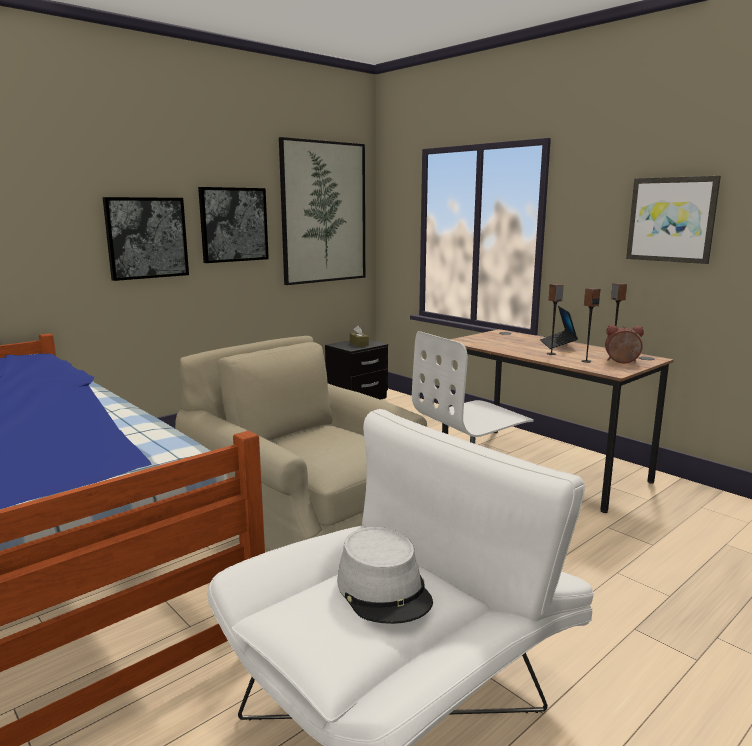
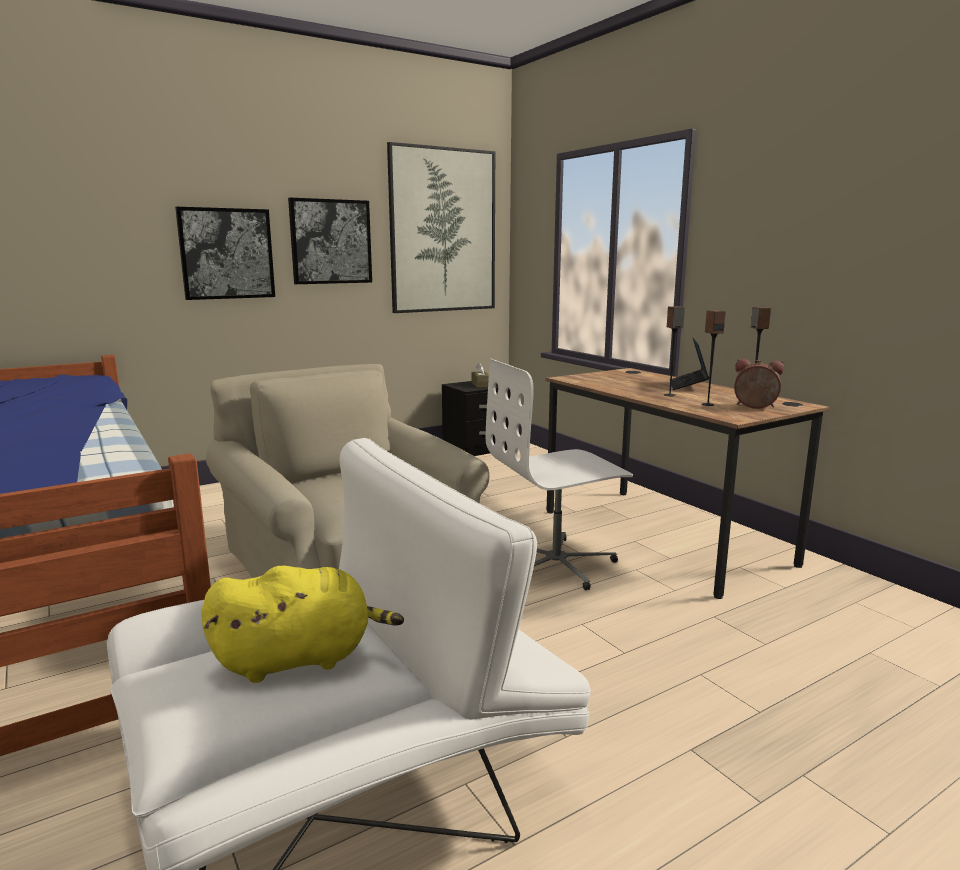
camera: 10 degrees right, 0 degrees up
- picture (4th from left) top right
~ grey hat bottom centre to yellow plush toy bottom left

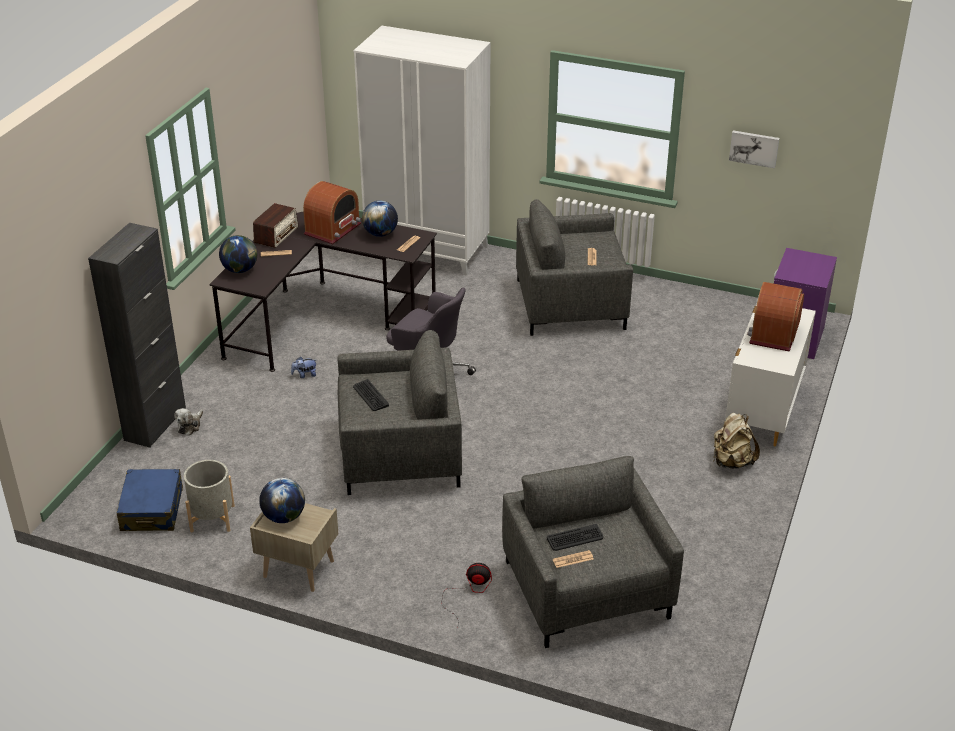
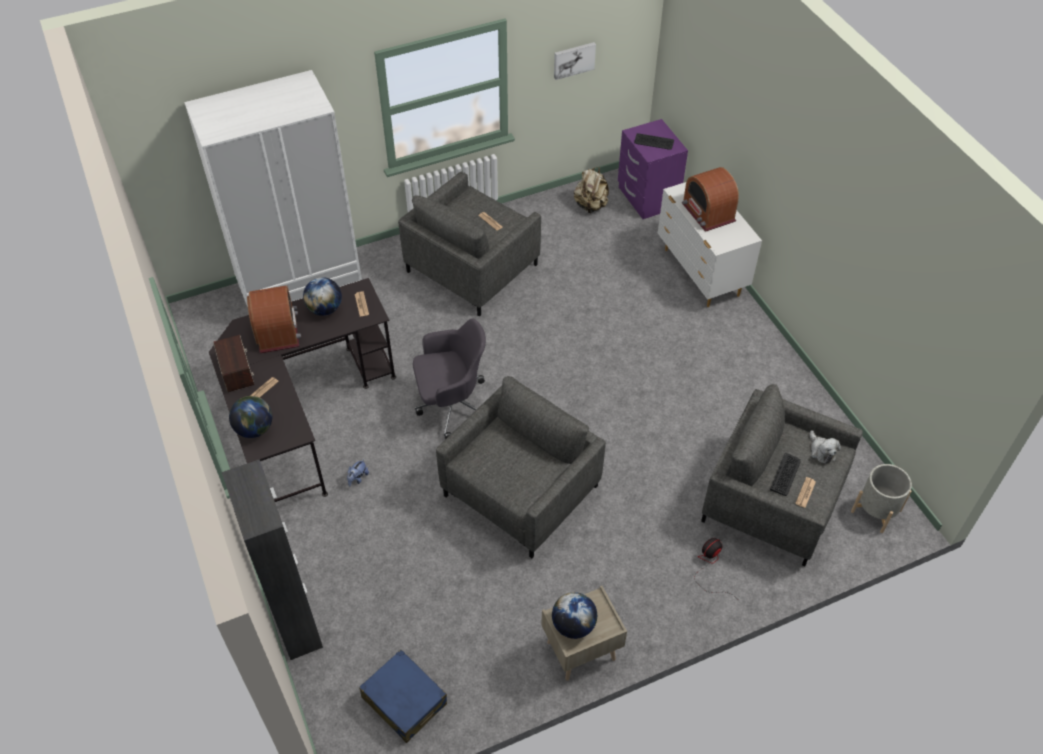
camera: 45 degrees left, 15 degrees up
~ plush toy (1st from left in the first image) middle left to plush toy (2nd from left) middle right
~ grey planter bottom left to middle right
~ keyboard (1st from left) centre to top centre
~ beige backpack middle right to top centre

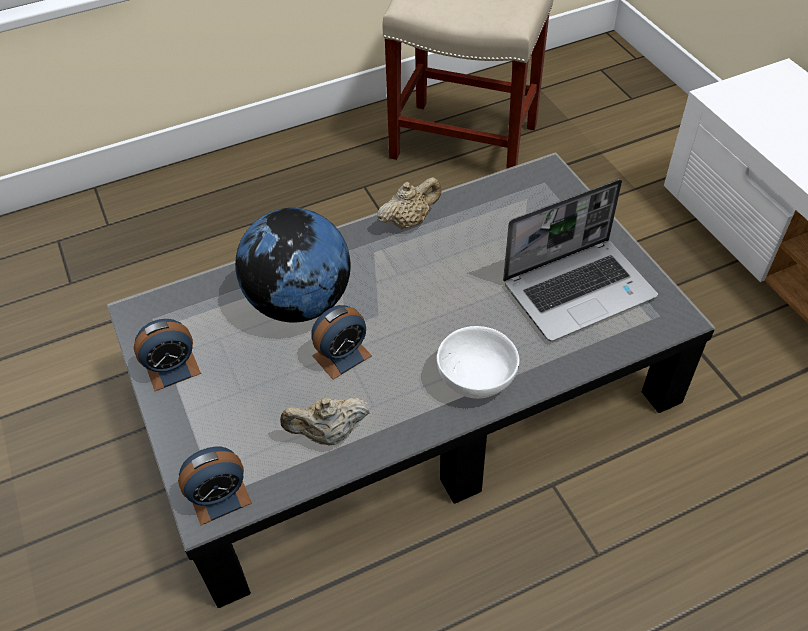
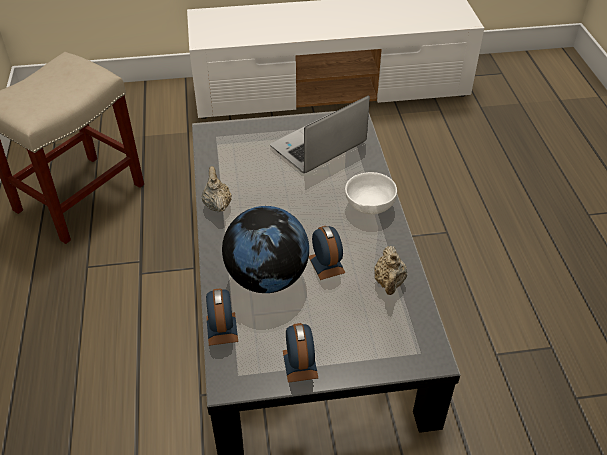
camera: 75 degrees left, 5 degrees down
~ alarm clock (2nd from left in the first image) bottom left to alarm clock (1st from left) bottom centre
~ laptop middle right = top centre 120 degrees counterclockwise

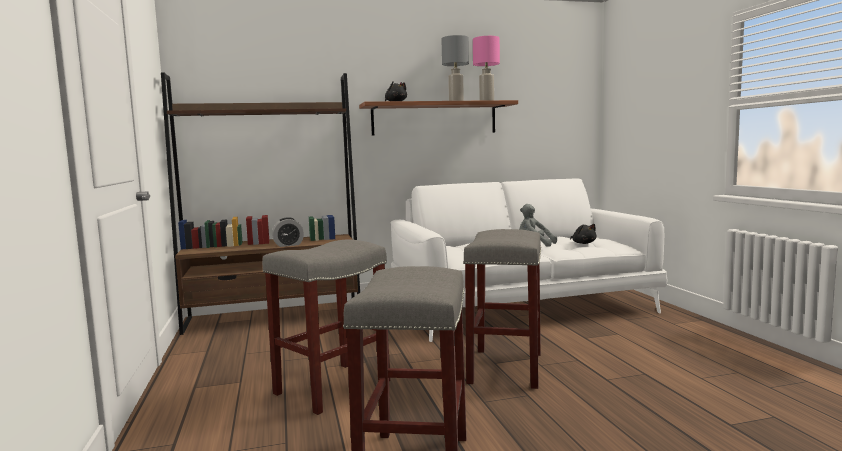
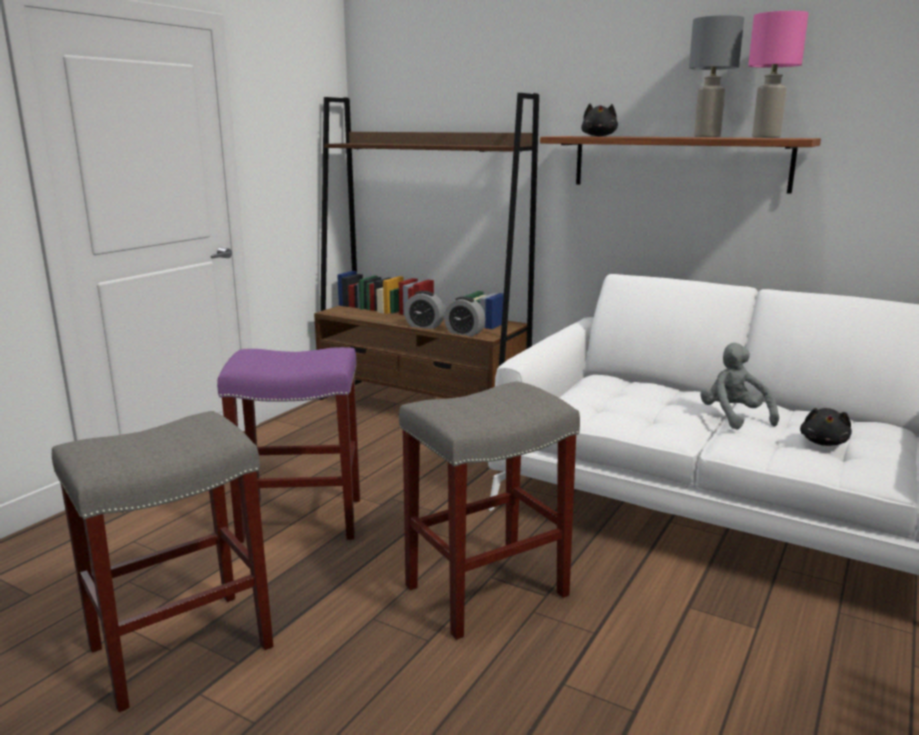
camera: 45 degrees right, 10 degrees up
+ alarm clock (2nd from left) centre
~ grey stool (1st from left) bottom centre to purple stool middle left

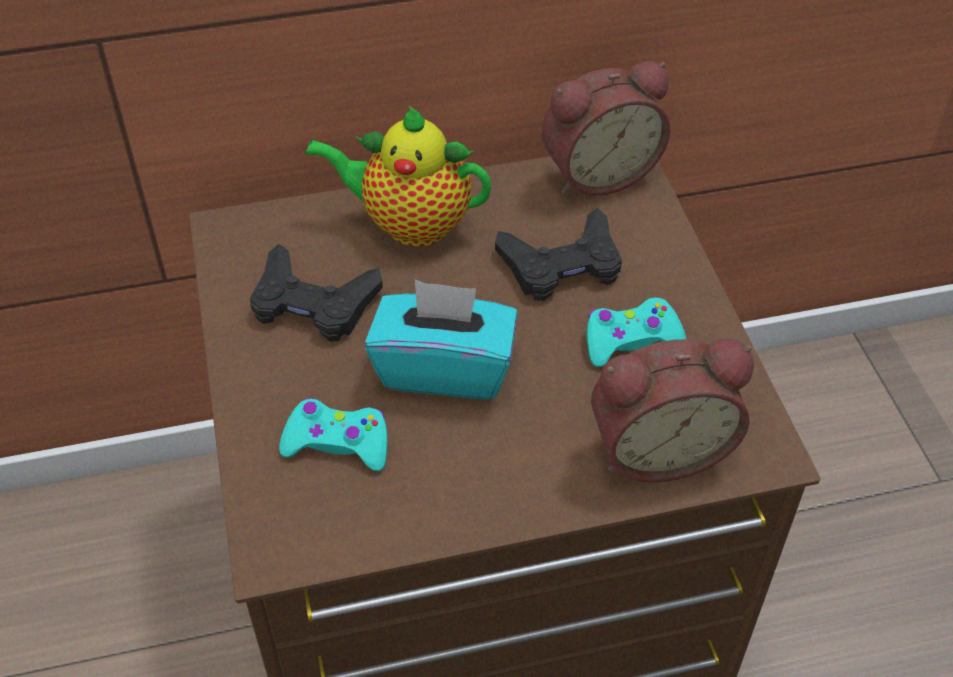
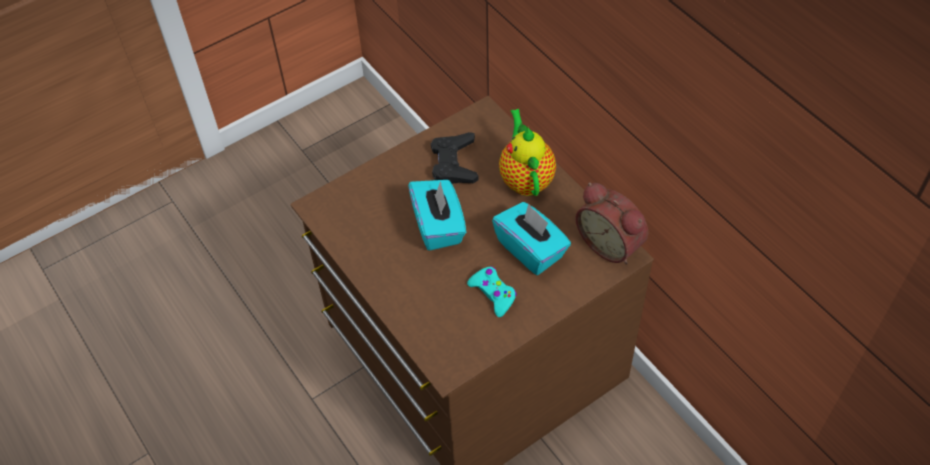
camera: 70 degrees right, 5 degrees up
- turquoise game controller (1st from left) centre
- alarm clock (2nd from left) middle right
~ black game controller (2nd from left) centre to turquoise tissue box (2nd from left) centre

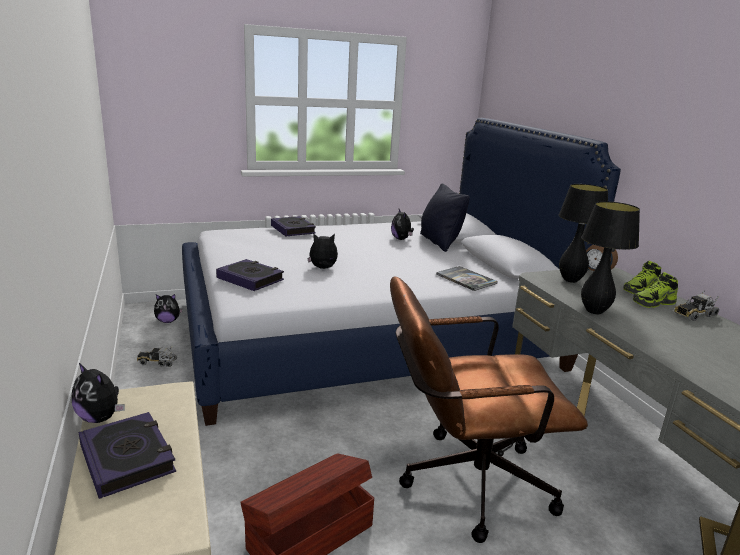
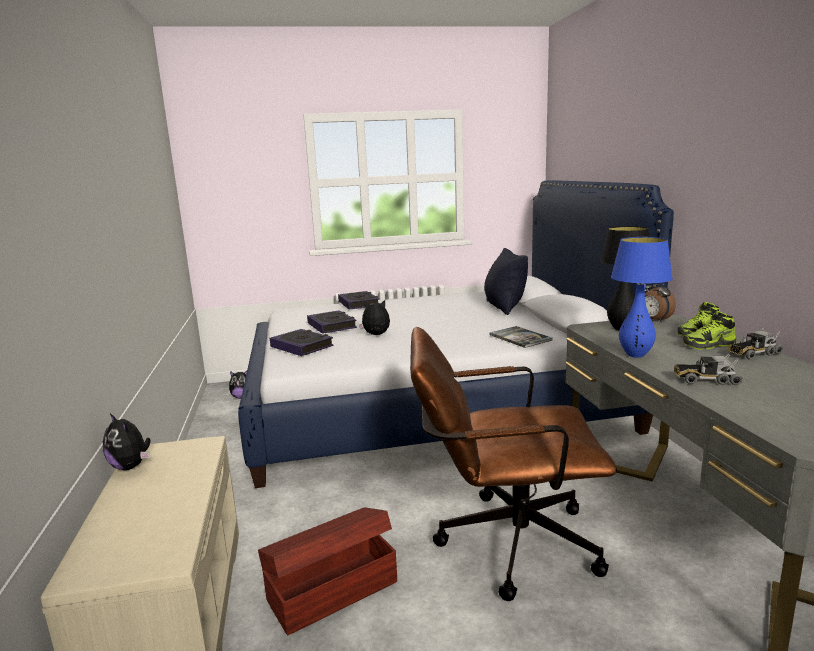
camera: 10 degrees right, 5 degrees down
- plush toy (4th from left) centre
~ book (1st from left in the first image) bottom left to book (2nd from left) centre
~ toy truck (1st from left) middle left to middle right
~ black table lamp (2nd from left) middle right to blue table lamp middle right

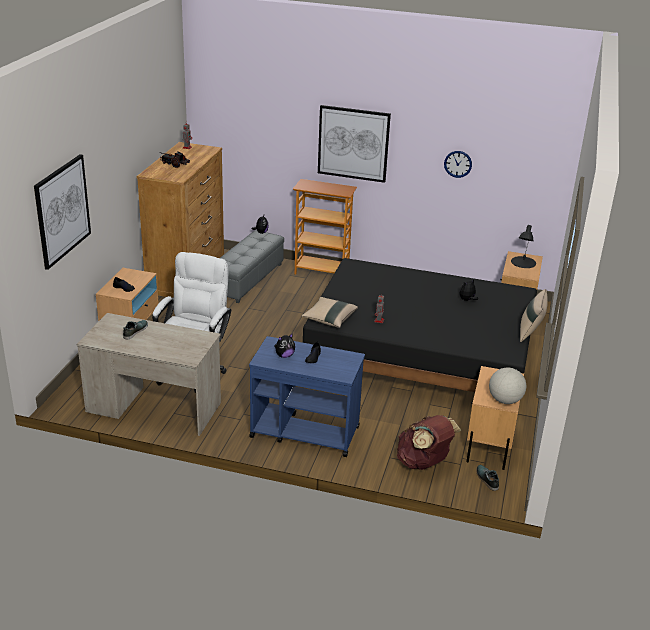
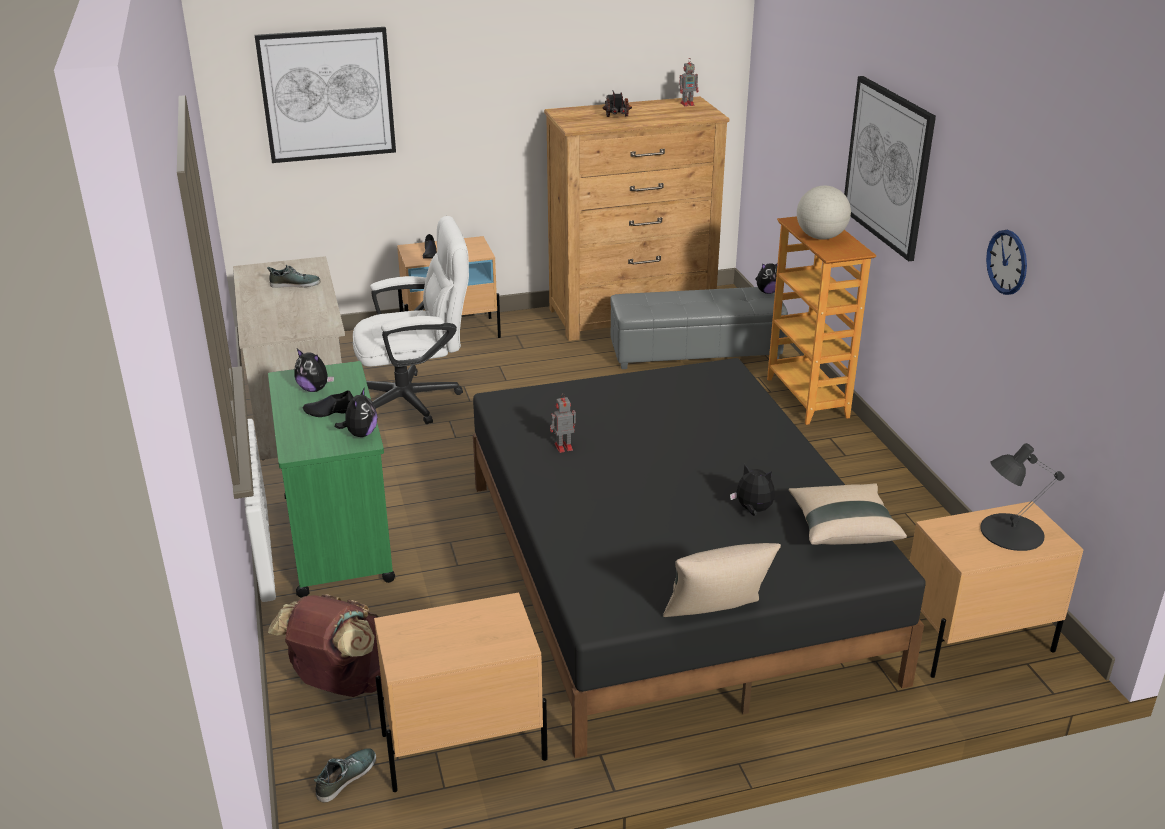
camera: 60 degrees right, 0 degrees up
+ plush toy (2nd from left) middle left
~ beige pillow (1st from left in the first image) centre to beige pillow (2nd from left) middle right
~ globe middle right to top right
~ blue cart centre to green cart middle left

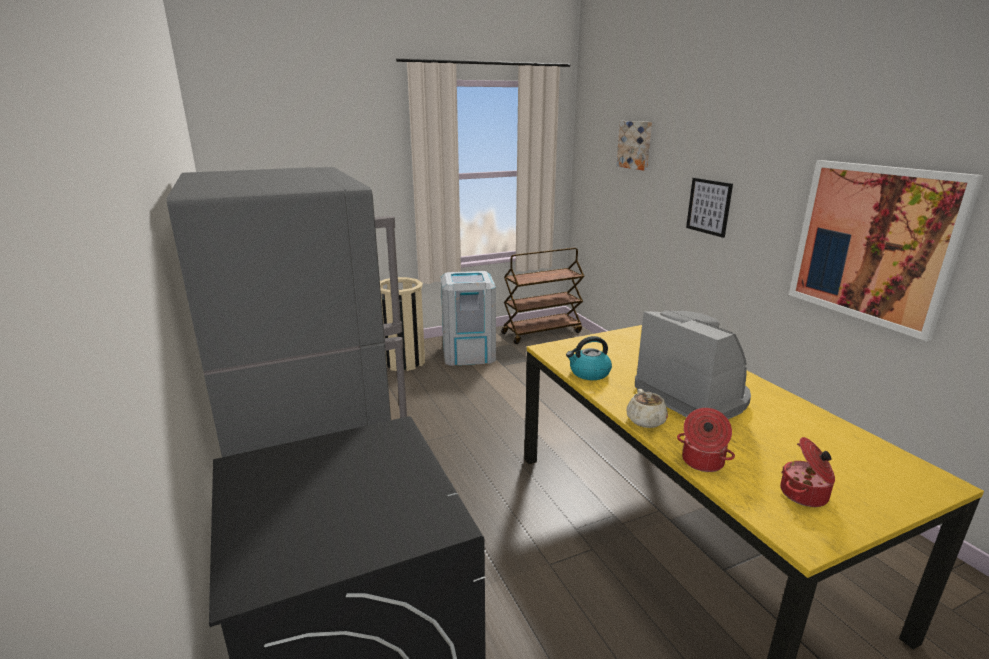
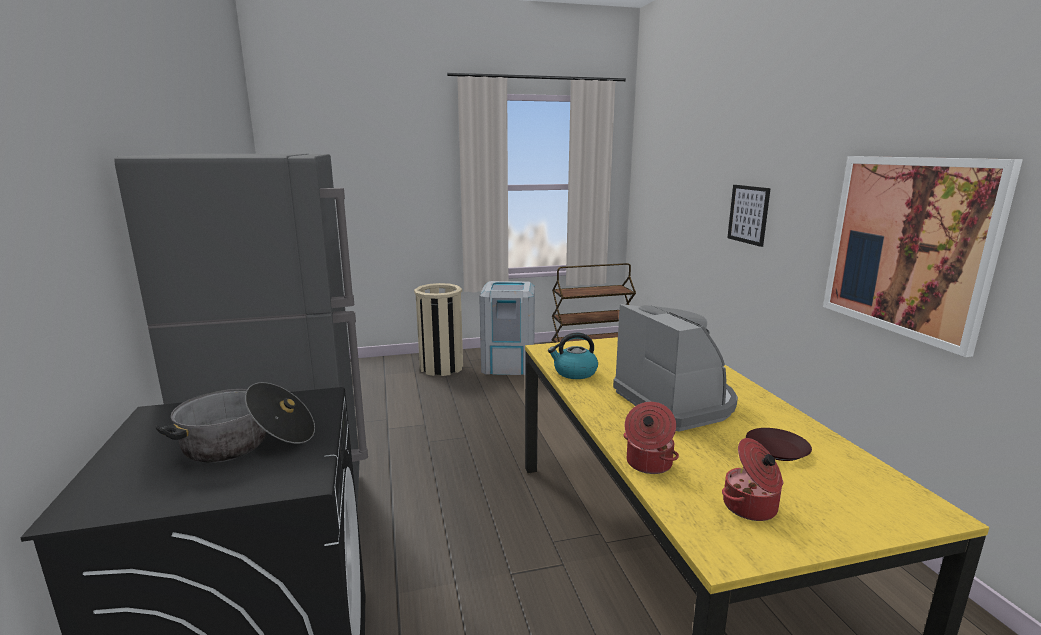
camera: 10 degrees right, 5 degrees down
- picture (1st from left) top centre
- beige teapot centre
+ cooking pot (1st from left) middle left
+ brown plate bottom right

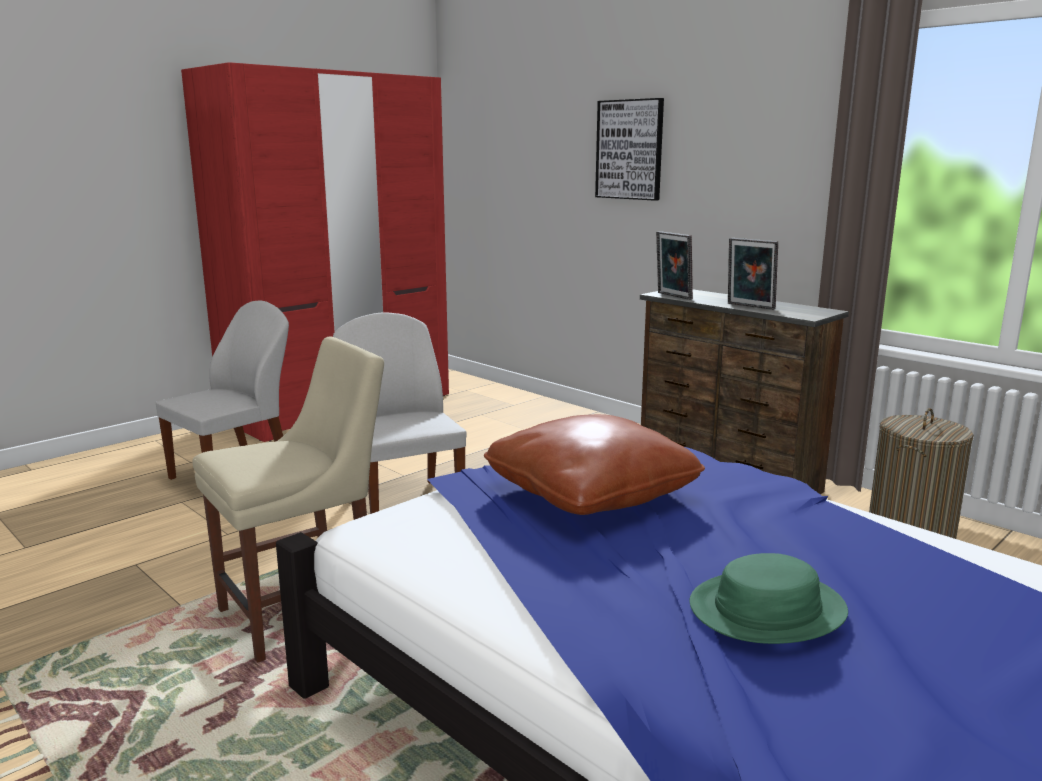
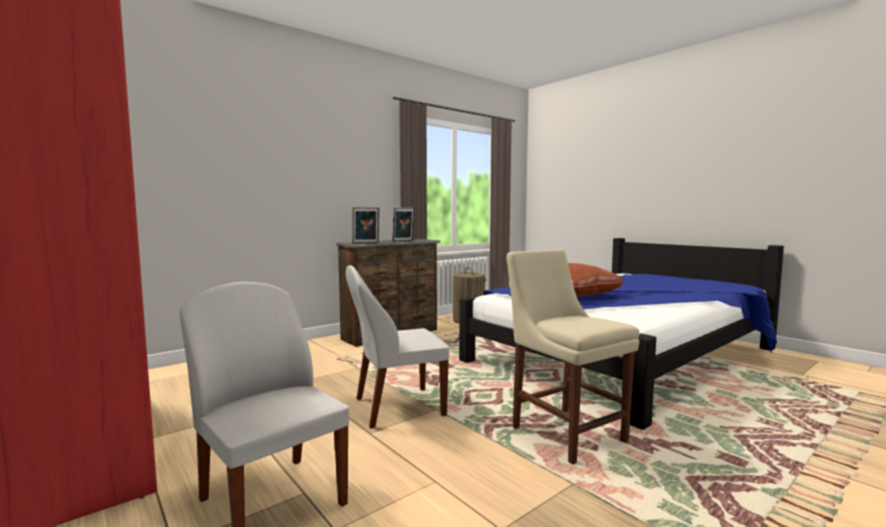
camera: 85 degrees left, 10 degrees down
- picture top centre
- green hat bottom right

